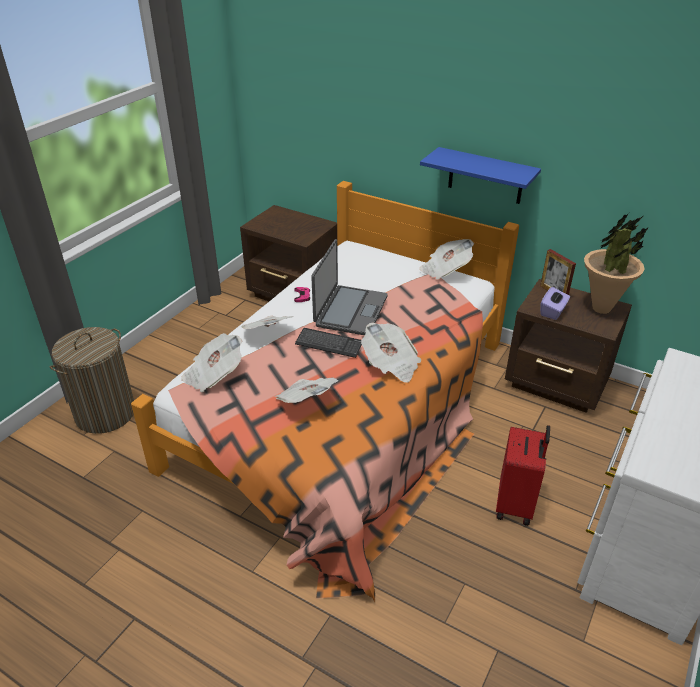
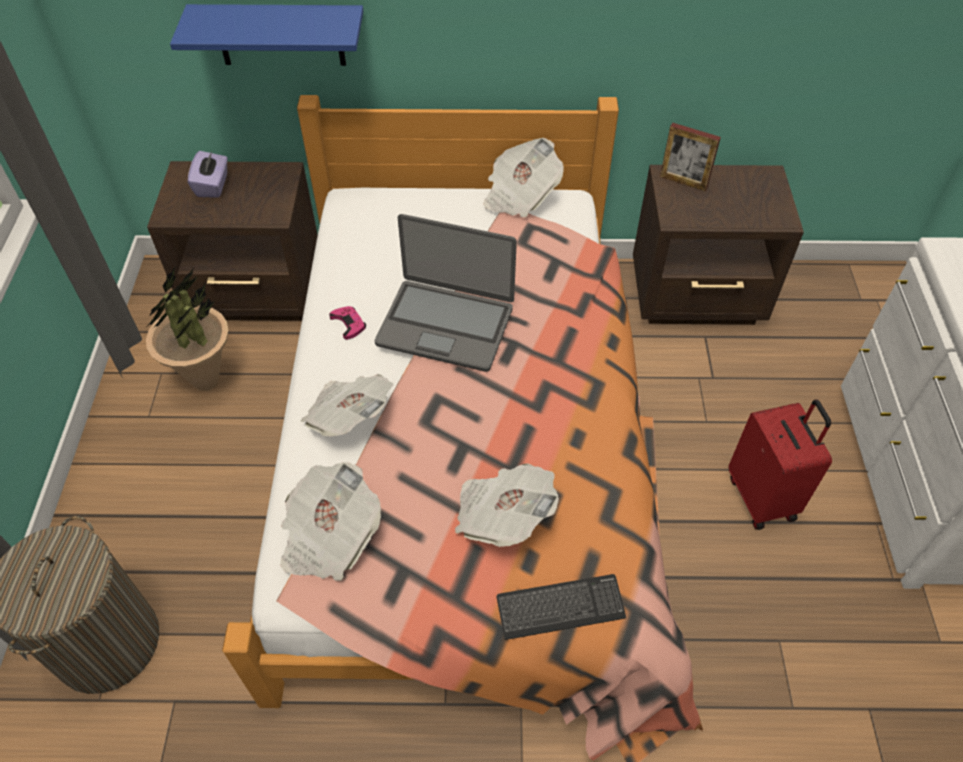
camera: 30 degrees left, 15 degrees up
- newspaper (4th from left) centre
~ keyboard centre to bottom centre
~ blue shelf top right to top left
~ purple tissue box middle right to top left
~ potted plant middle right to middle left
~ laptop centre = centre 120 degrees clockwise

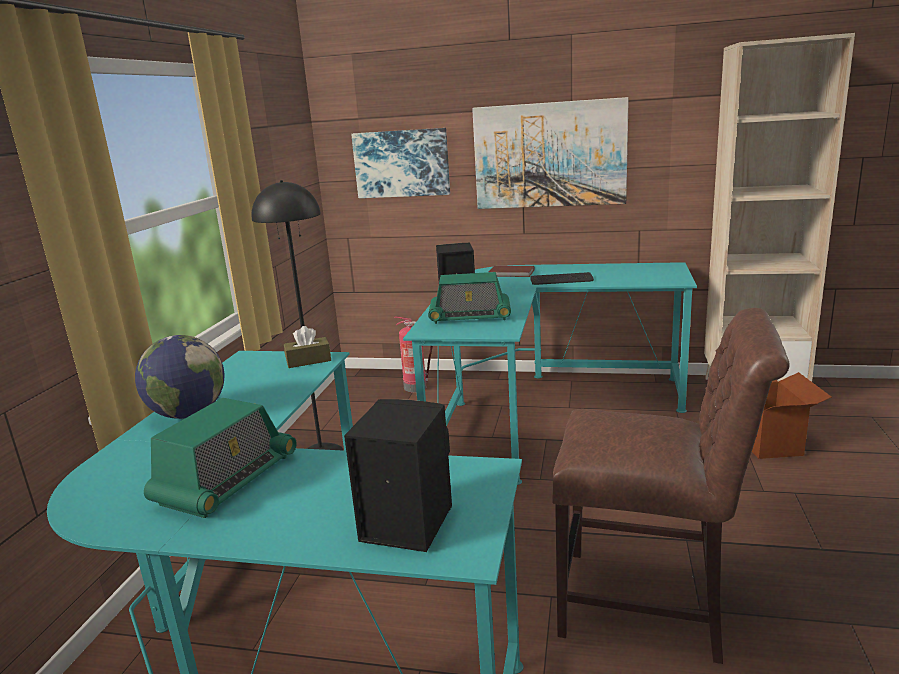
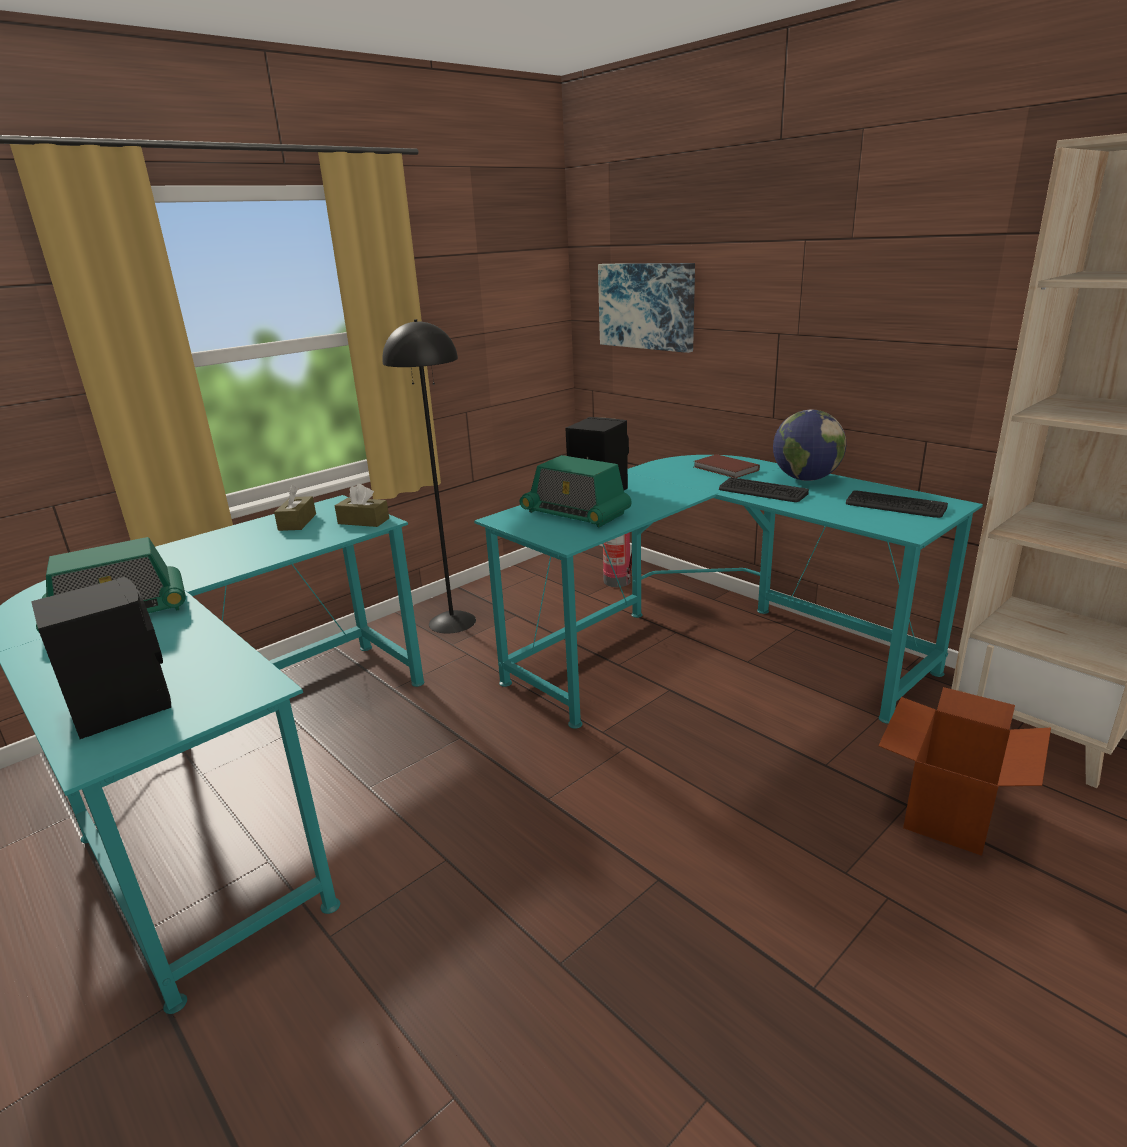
camera: 35 degrees right, 5 degrees up
- picture (2nd from left) top centre
- brown chair bottom right
+ brown tissue box (1st from left) middle left
+ keyboard (2nd from left) middle right
~ globe middle left to middle right

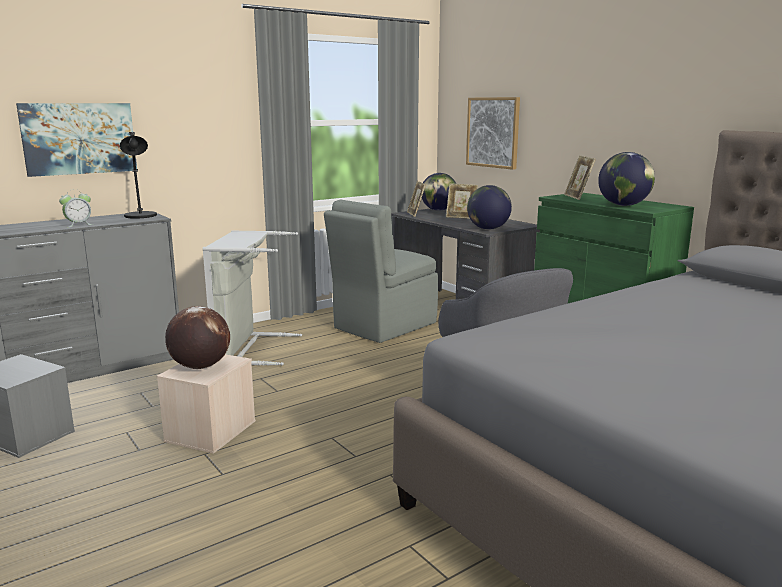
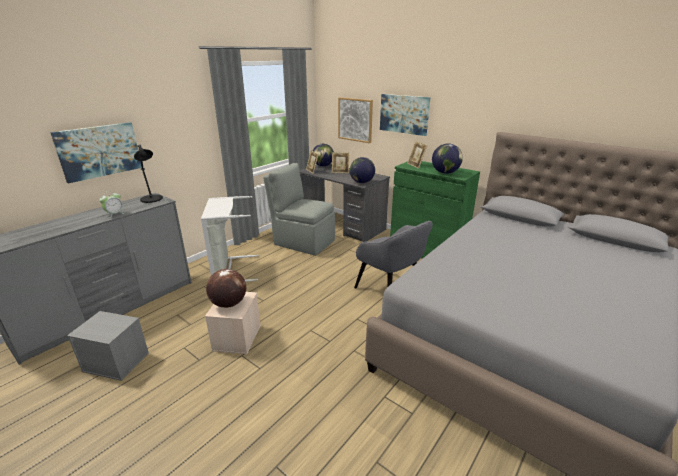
camera: 15 degrees left, 10 degrees up
+ picture (3rd from left) top centre
~ grey chair centre = centre 90 degrees clockwise

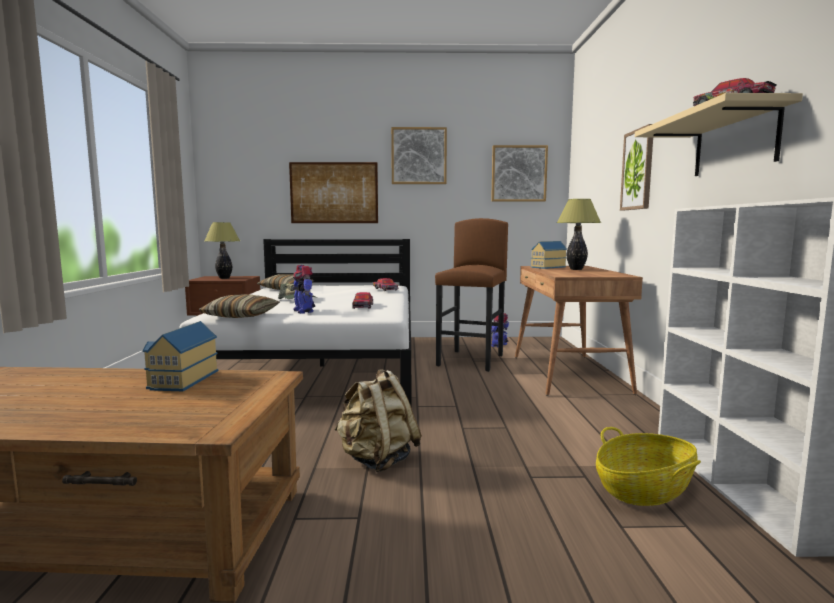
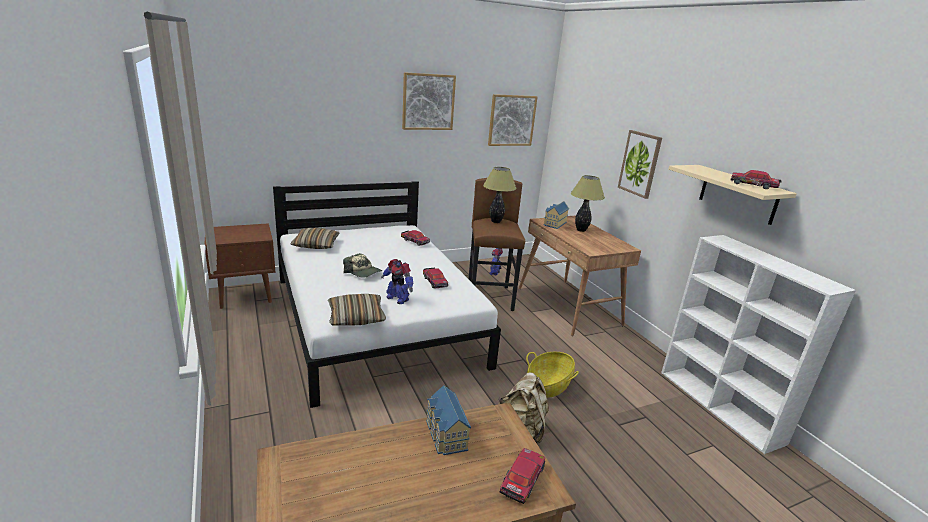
camera: 25 degrees left, 15 degrees up
- picture (1st from left) top centre
+ toy car (3rd from left) bottom centre
~ table lamp (1st from left) middle left to centre
~ basket bottom right to bottom centre

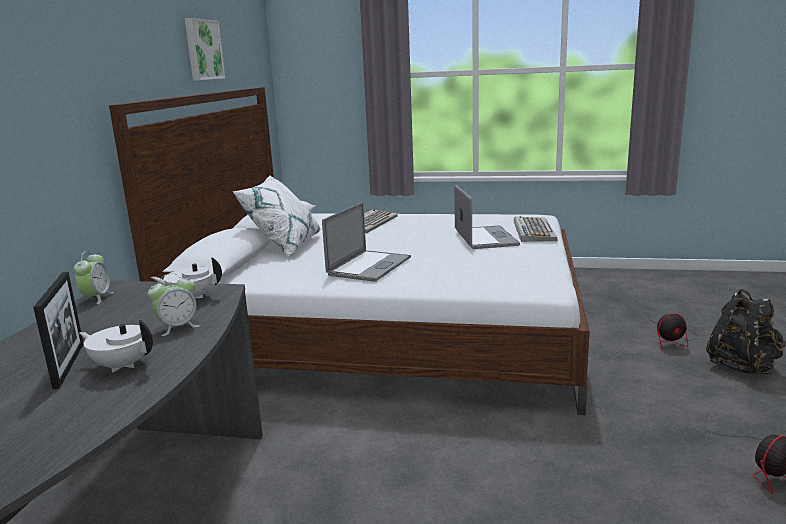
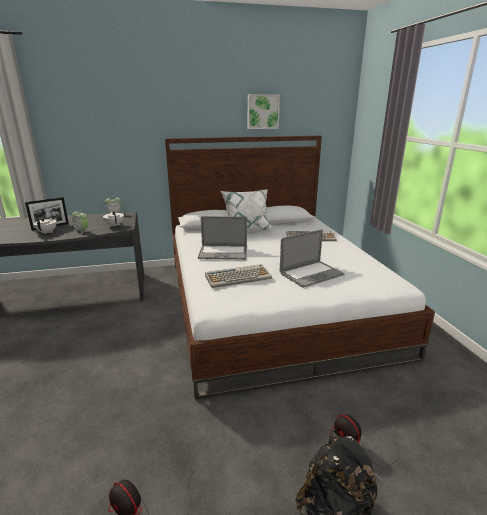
camera: 65 degrees right, 5 degrees up
~ keyboard (2nd from left in the first image) middle right to keyboard (1st from left) centre

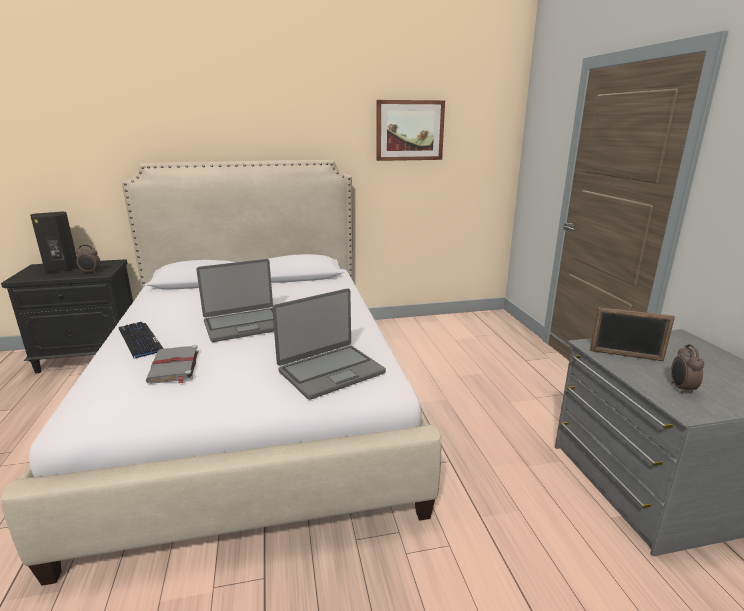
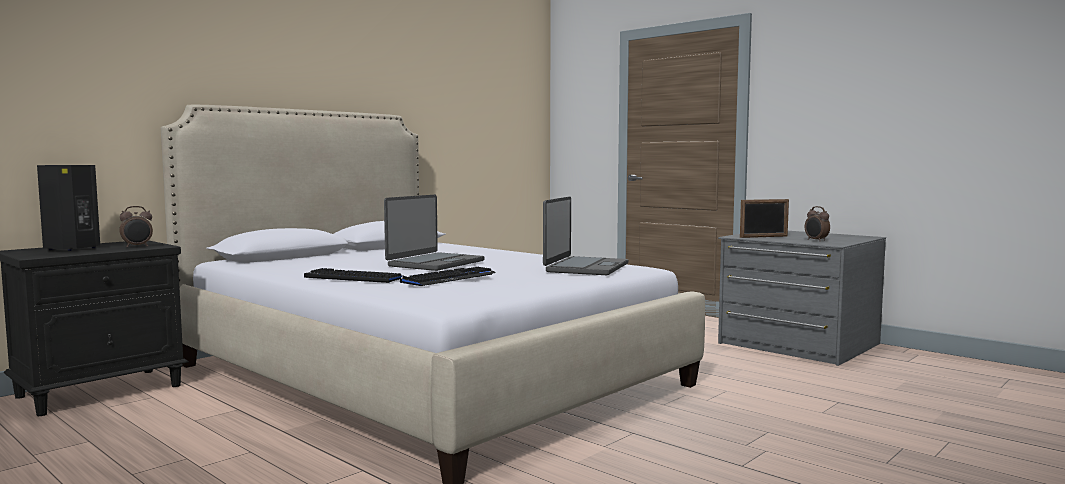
camera: 35 degrees left, 15 degrees down
- picture top centre
~ grey book middle left to keyboard (2nd from left) centre

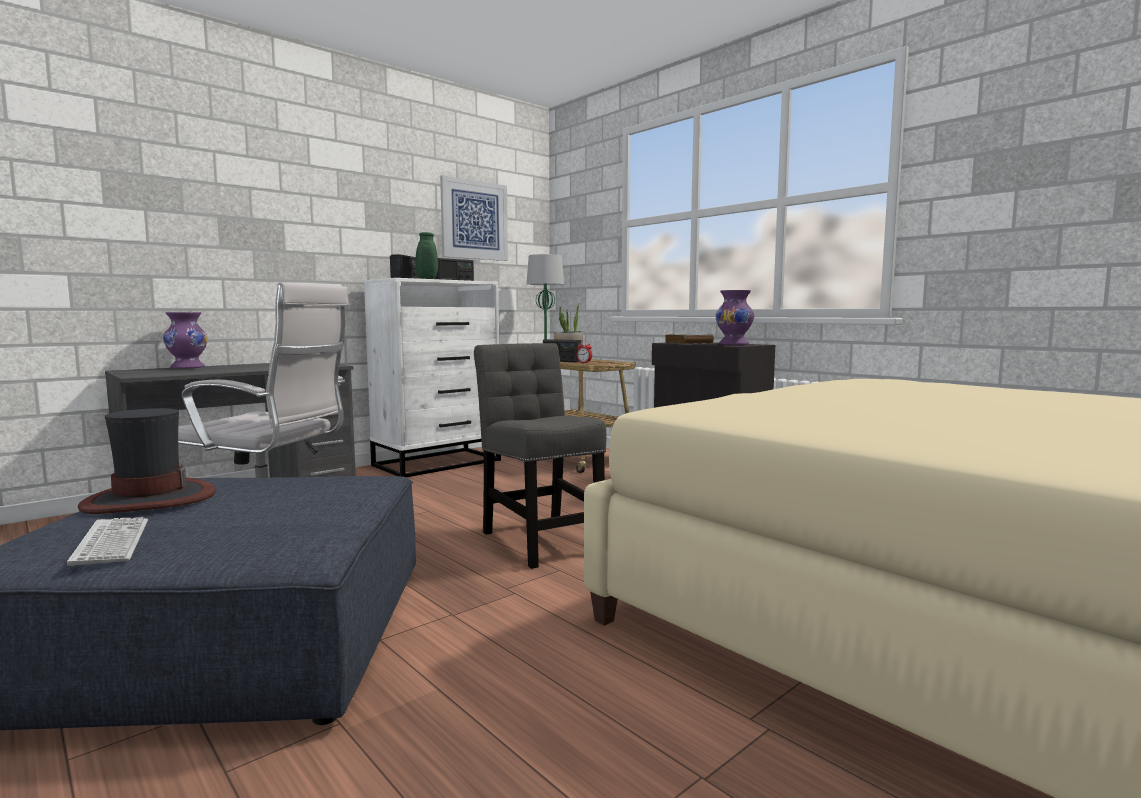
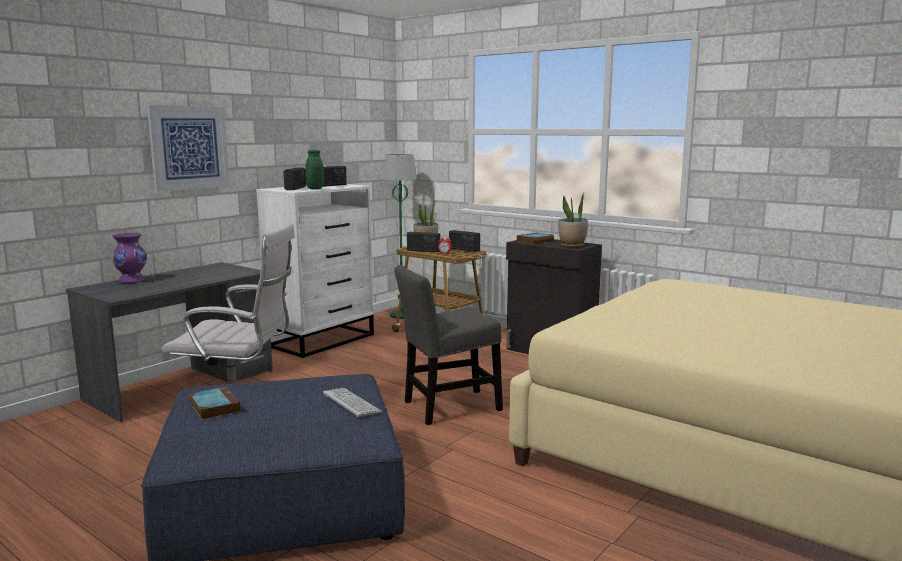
camera: 10 degrees left, 5 degrees up
+ radio (4th from left) centre
~ keyboard bottom left to bottom centre
~ picture top centre to top left
~ hat middle left to book (1st from left) bottom left
~ purple vase (2nd from left) centre to potted plant (2nd from left) centre
~ grey chair centre = centre 75 degrees counterclockwise

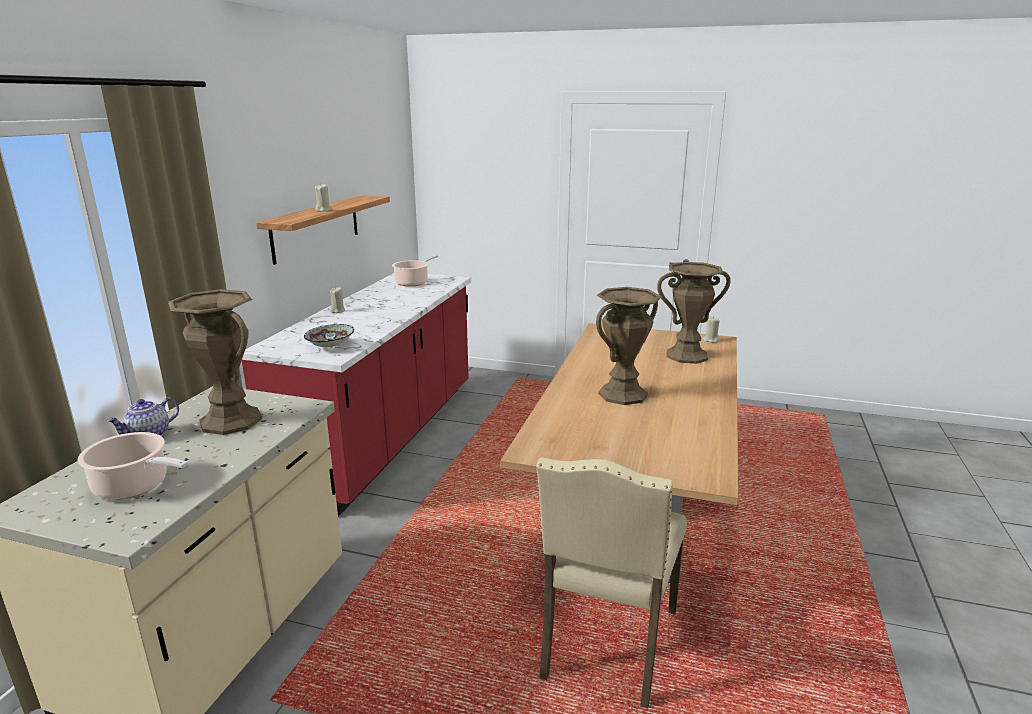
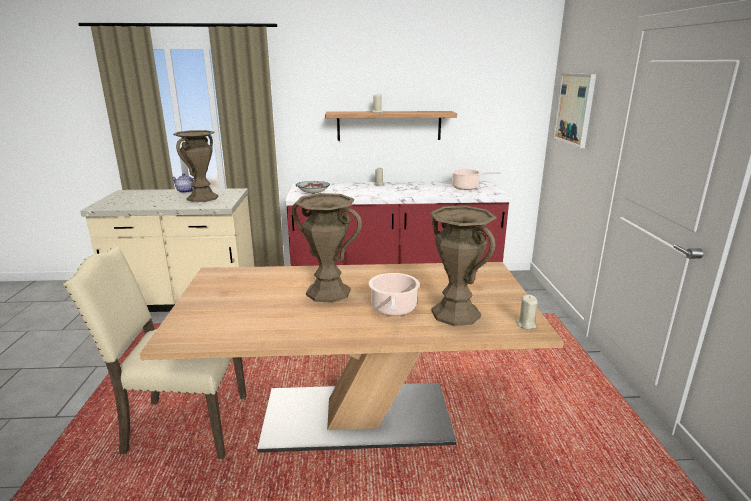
camera: 70 degrees right, 0 degrees up
+ picture top right
~ cooking pot (1st from left) middle left to centre

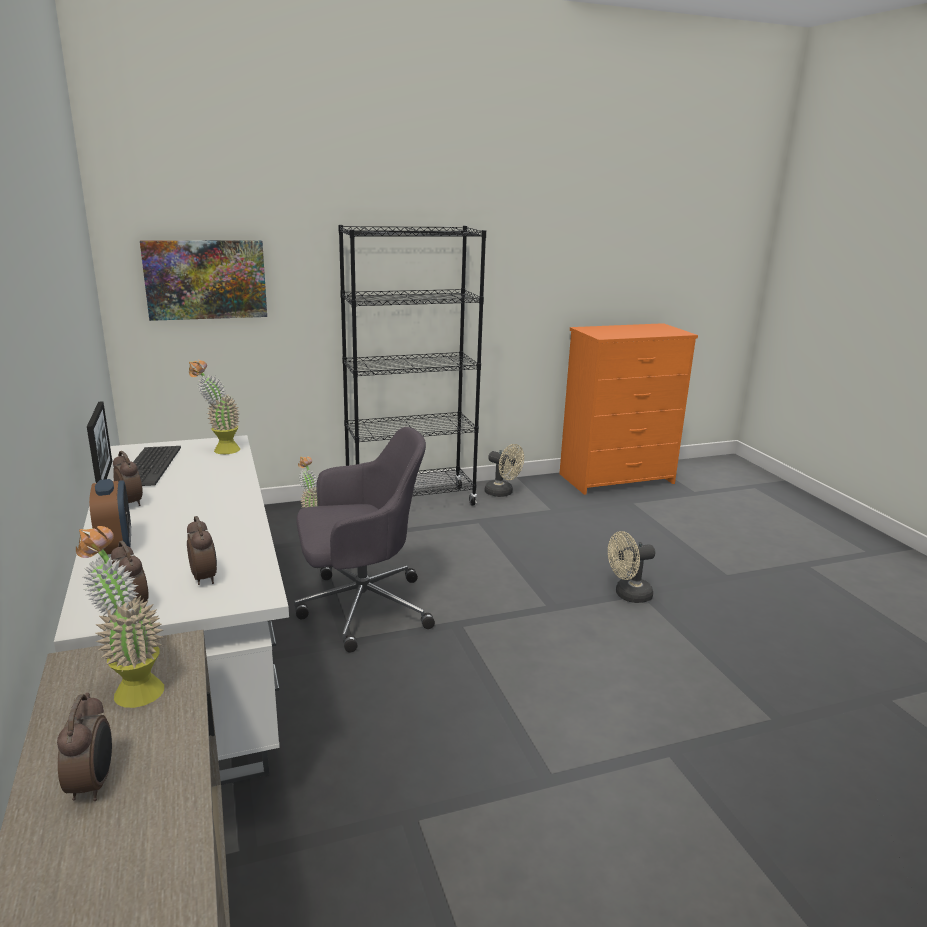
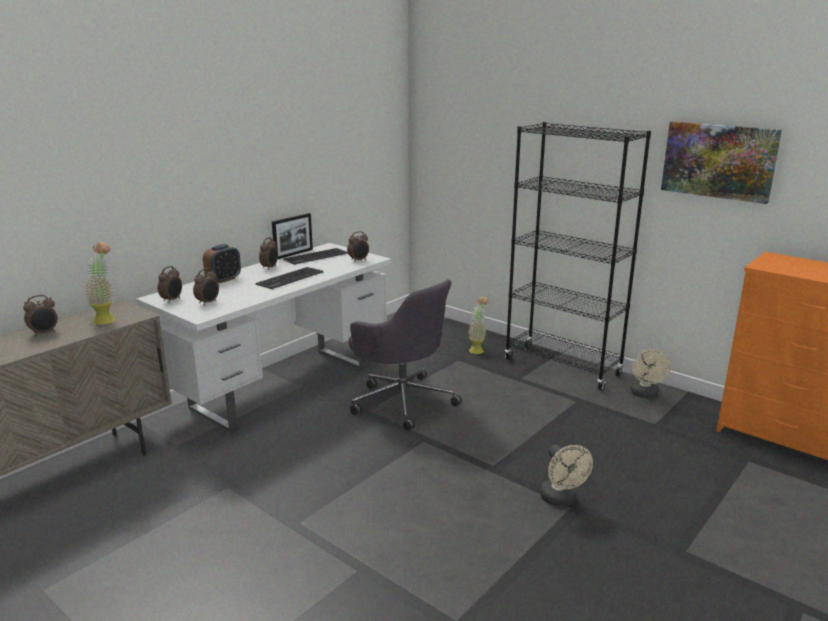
camera: 60 degrees right, 0 degrees up
+ keyboard (1st from left) centre
~ picture top left to top right
~ potted plant (2nd from left) middle left to alarm clock (6th from left) centre
~ beige fan (2nd from left in the first image) middle right = bottom right 150 degrees counterclockwise

